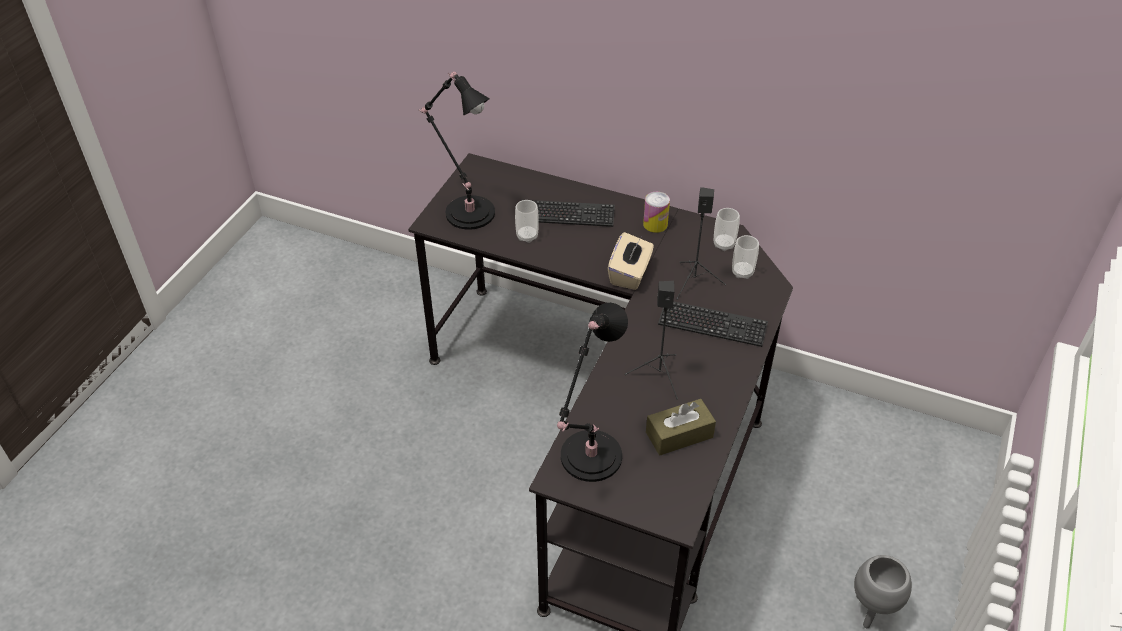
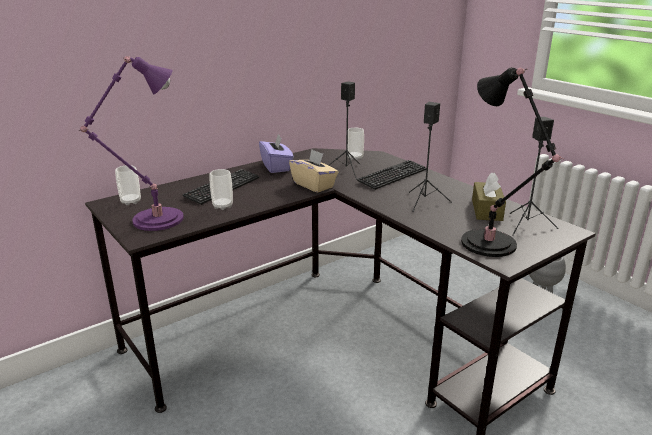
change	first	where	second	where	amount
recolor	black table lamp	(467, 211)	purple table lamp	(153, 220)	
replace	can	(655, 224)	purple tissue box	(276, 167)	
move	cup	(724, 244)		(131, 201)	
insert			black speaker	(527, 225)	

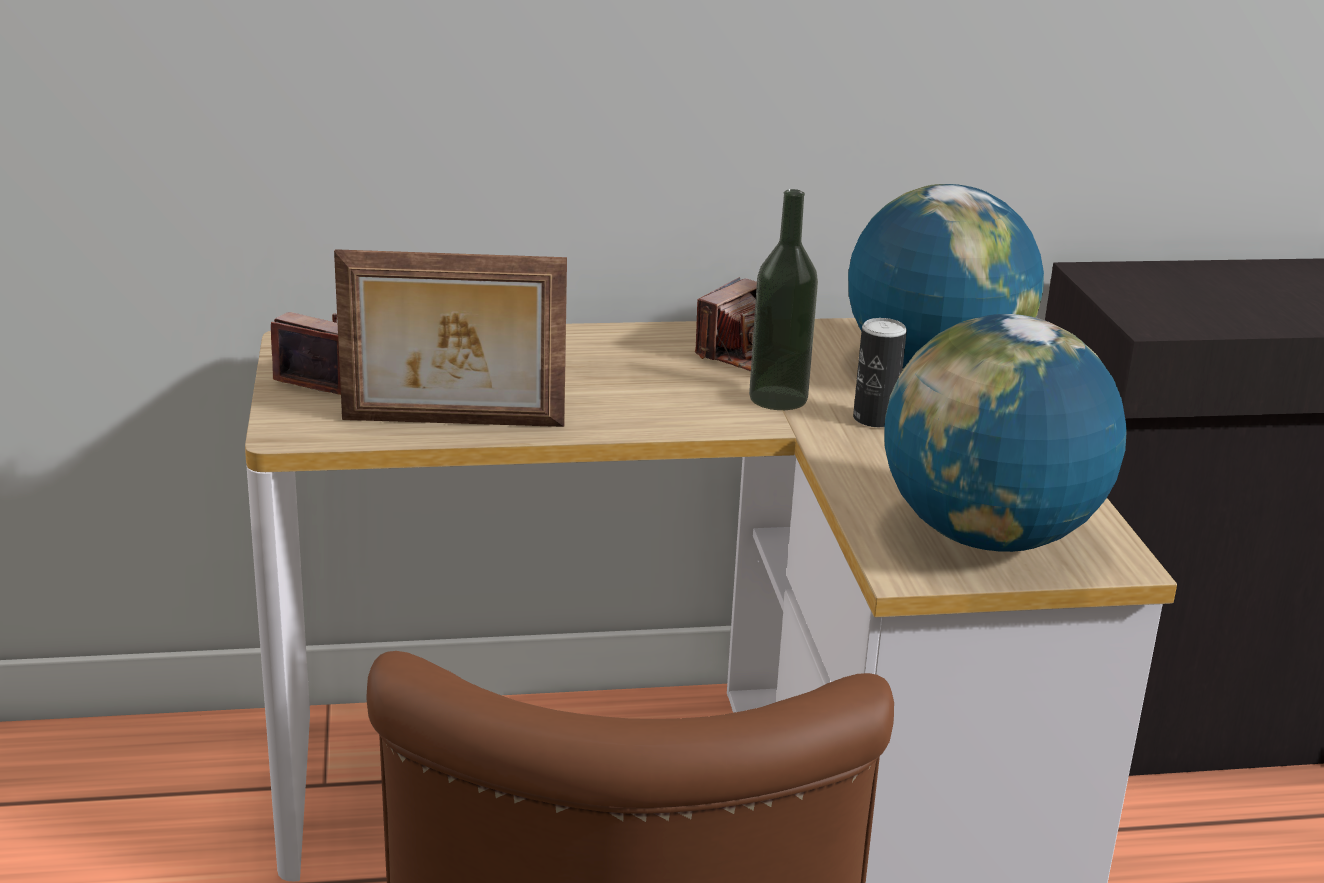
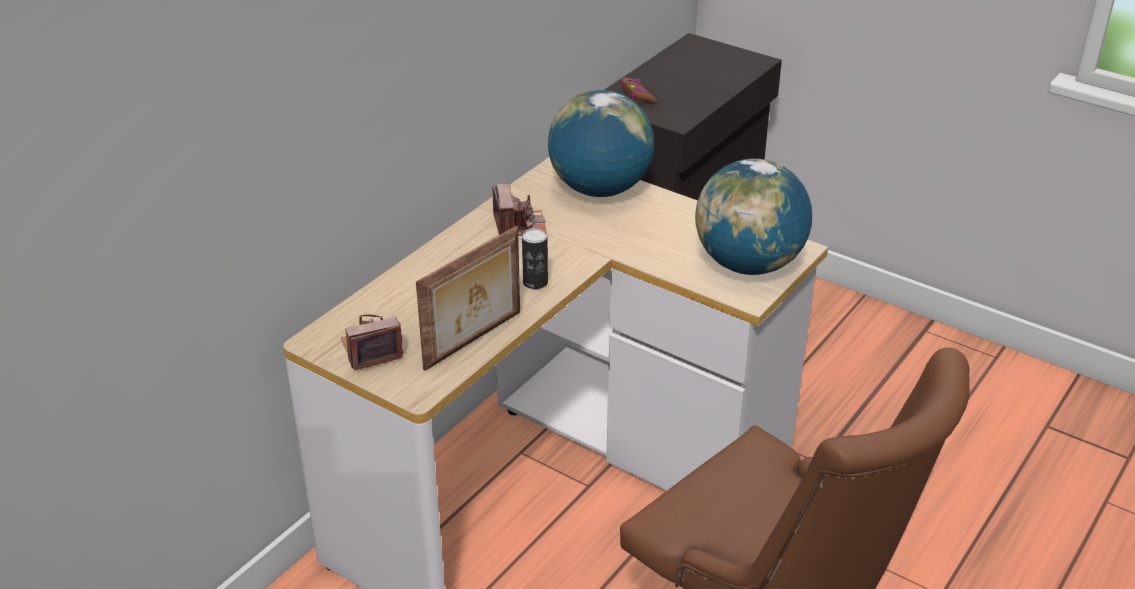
change	first	where	second	where	amount
delete	bottle	(778, 398)			
move	can	(874, 419)		(535, 282)	
insert			brown game controller	(637, 96)	

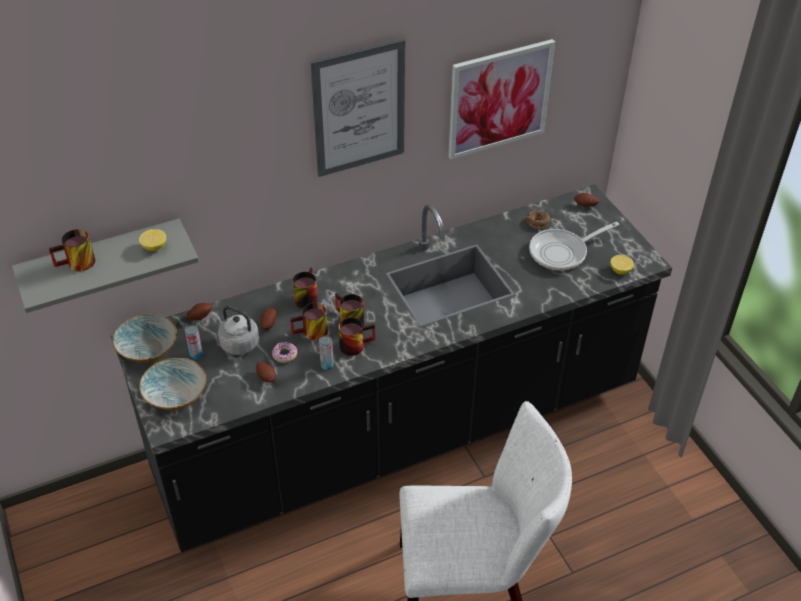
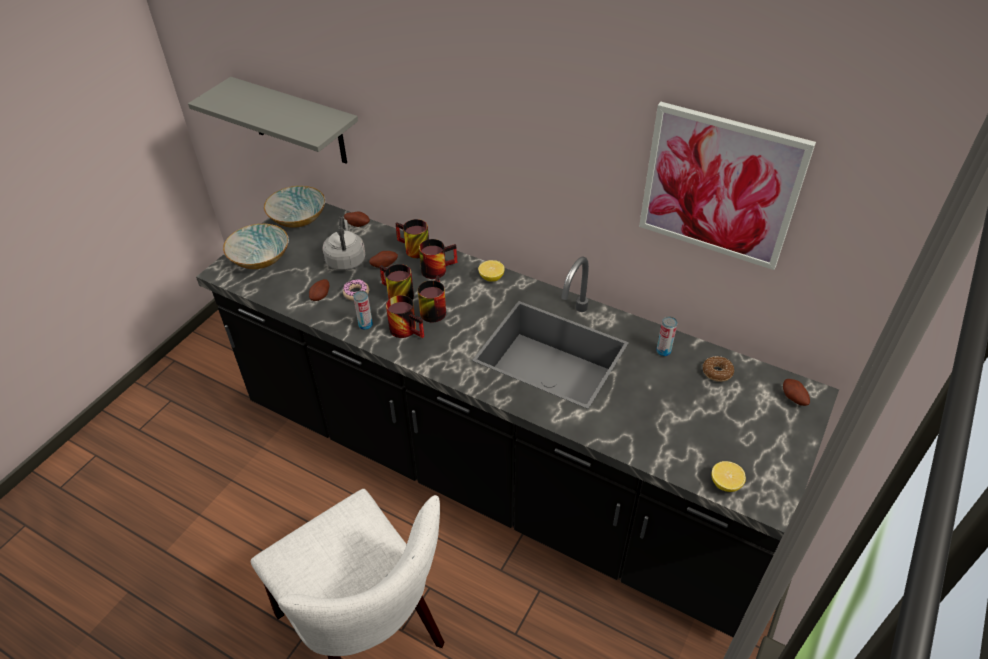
change	first	where	second	where	amount
move	mug	(77, 265)		(412, 250)	
move	lemon	(154, 247)		(491, 278)	
move	can	(196, 355)		(663, 351)	
delete	picture	(359, 109)			
delete	frying pan	(562, 252)			

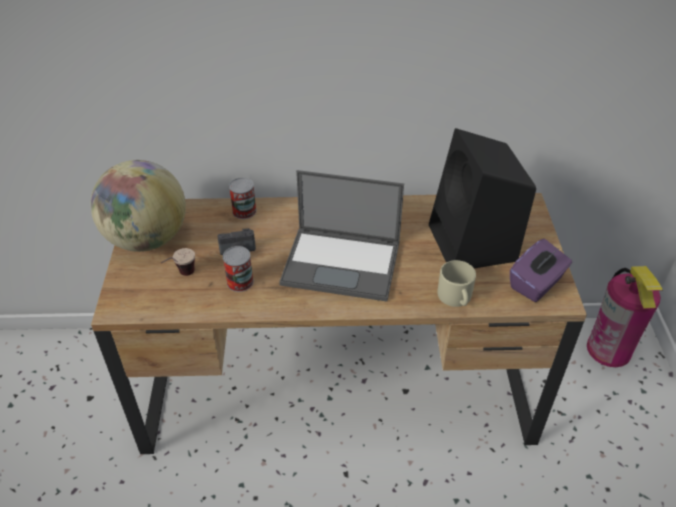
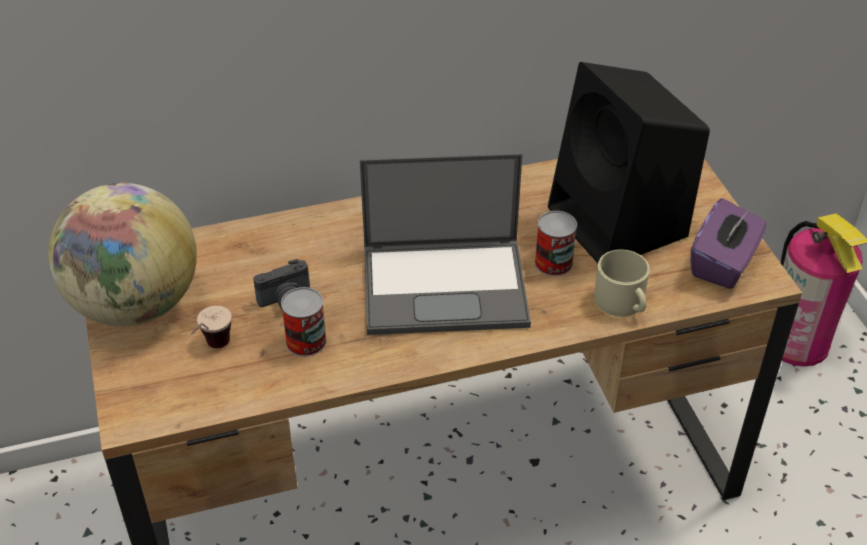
change	first	where	second	where	amount
move	can	(244, 211)		(553, 263)	

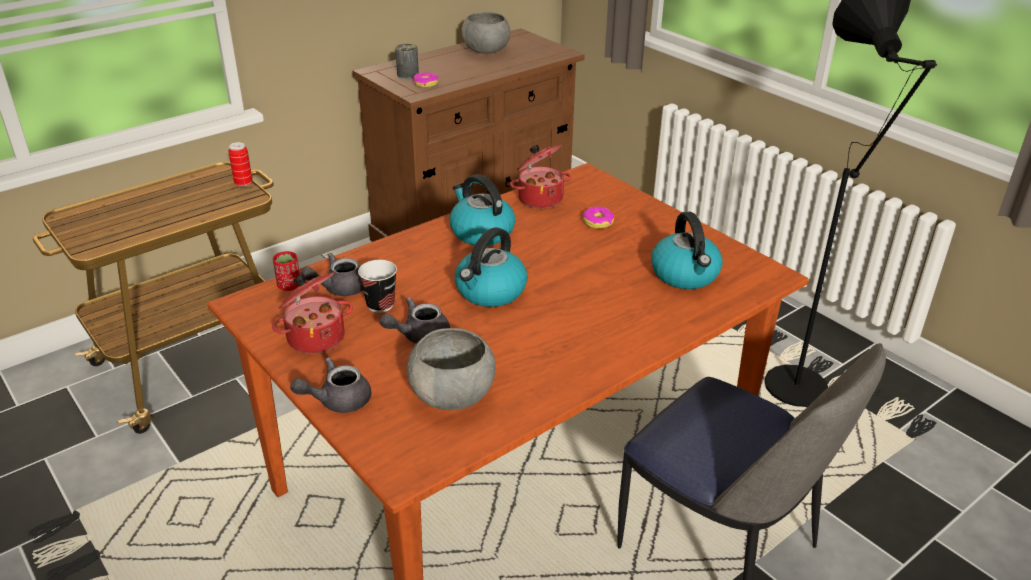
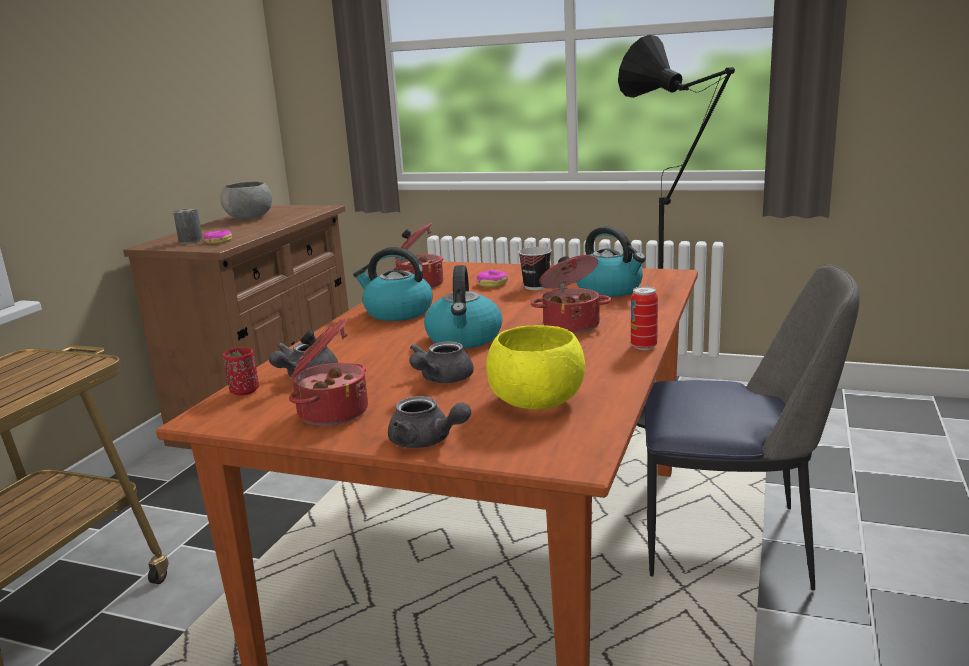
change	first	where	second	where	amount
move	can	(243, 183)		(644, 346)	
rotate	grey teapot	(337, 400)		(426, 441)	90 degrees counterclockwise
move	cup	(380, 305)		(536, 287)	
recolor	grey bowl	(451, 395)	yellow bowl	(535, 402)	
insert			cooking pot	(571, 325)	

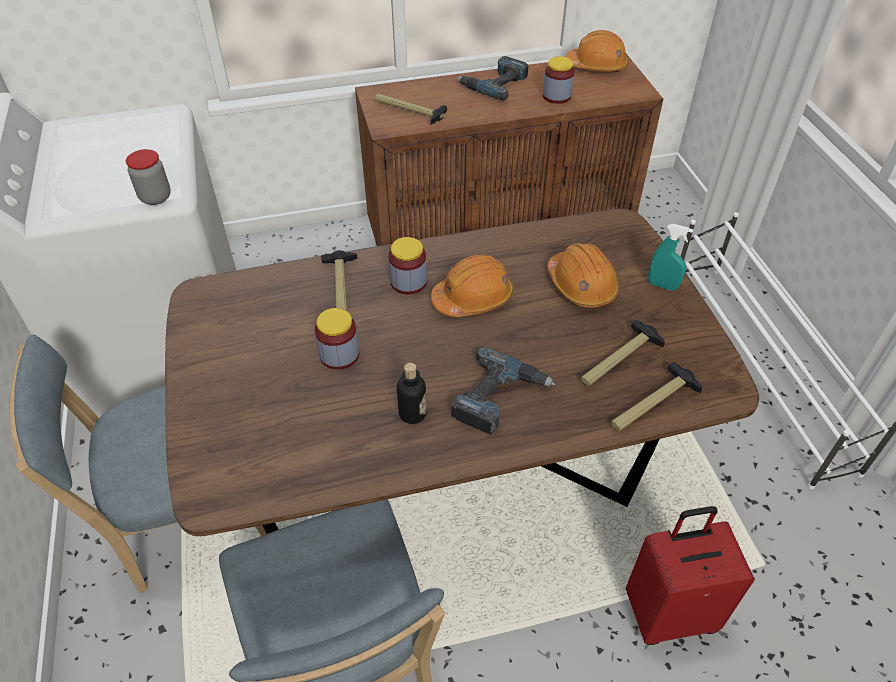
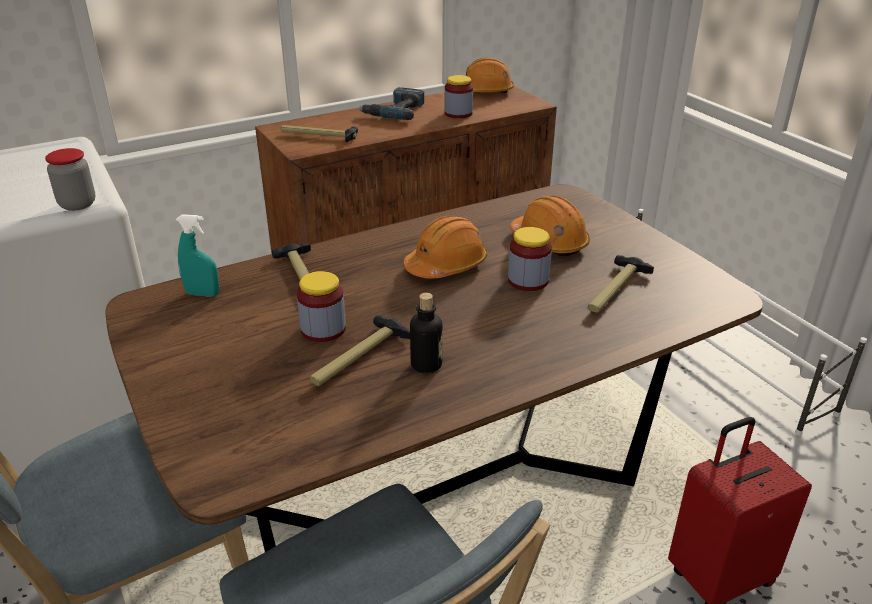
change	first	where	second	where	amount
move	jar	(408, 282)		(528, 280)	
delete	power drill	(499, 398)			
move	hammer	(652, 404)		(358, 358)	
move	turquoise spray bottle	(662, 285)		(202, 294)	

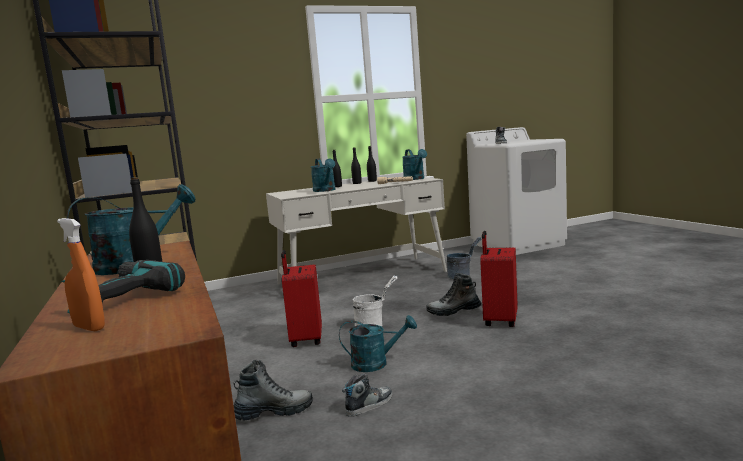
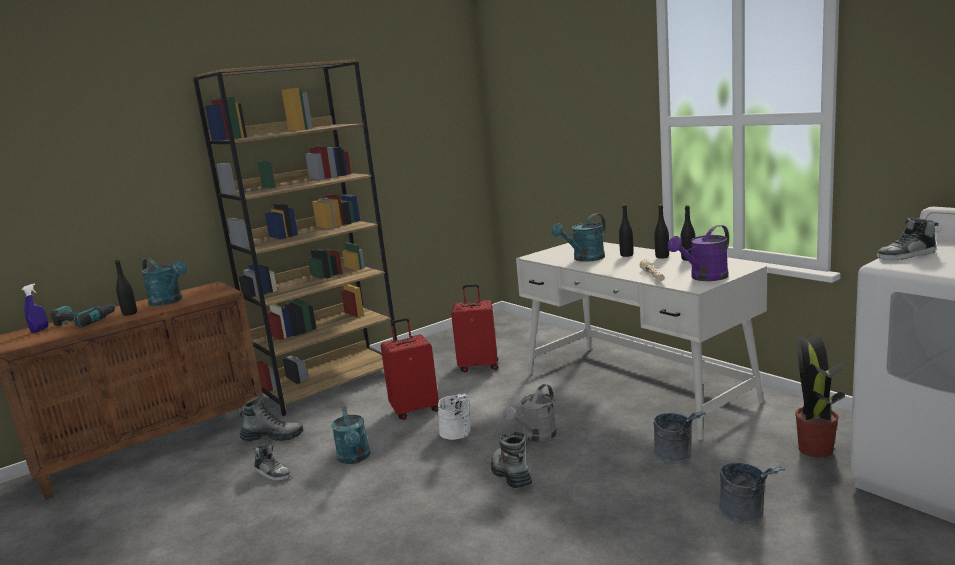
change	first	where	second	where	amount
recolor	orange spray bottle	(89, 328)	blue spray bottle	(40, 330)	
rotate	boot	(273, 412)		(273, 437)	60 degrees counterclockwise
recolor	turquoise watering can	(415, 179)	purple watering can	(704, 278)	
move	red suitcase	(499, 321)		(479, 366)	
insert			grey watering can	(535, 436)	
insert			grey bucket	(747, 515)	
insert			potted plant	(815, 448)	

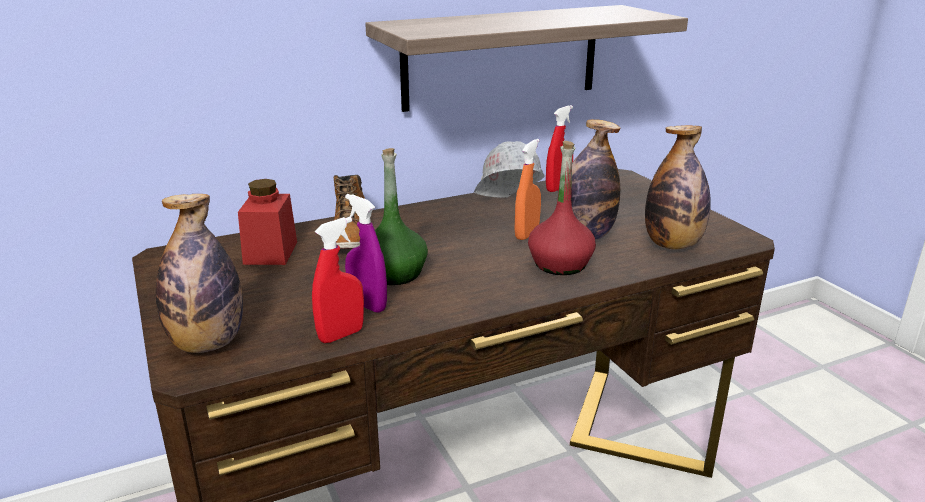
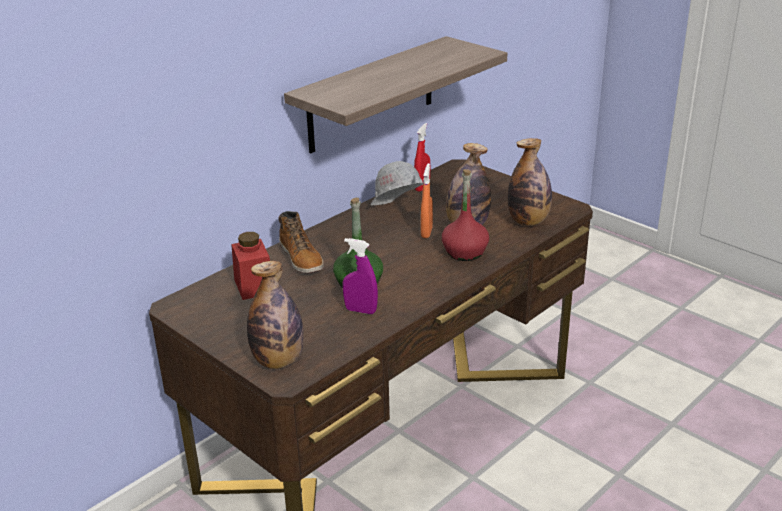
change	first	where	second	where	amount
delete	red spray bottle	(341, 335)			

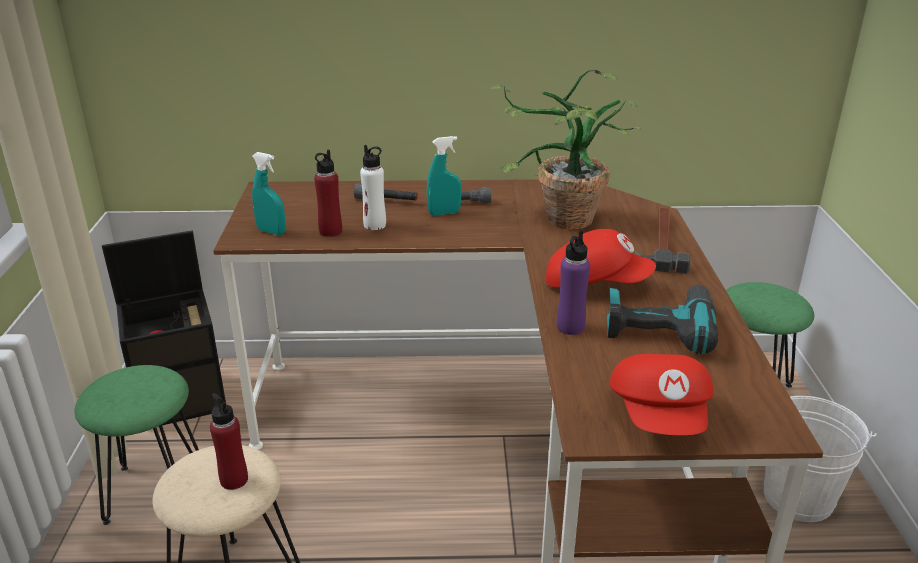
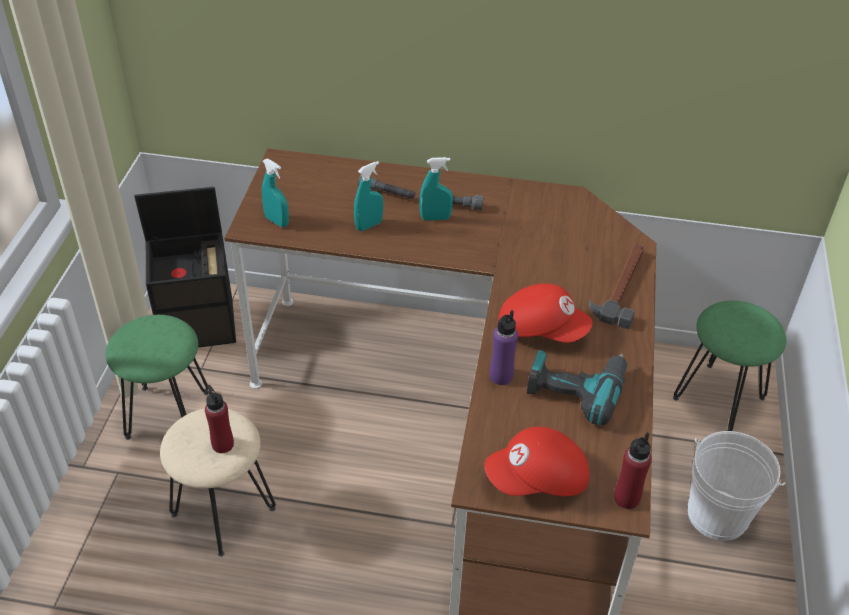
change	first	where	second	where	amount
move	red bottle	(330, 232)		(626, 498)	
replace	white bottle	(375, 225)	turquoise spray bottle	(369, 225)	
delete	potted plant	(558, 222)			
rotate	red cap	(660, 416)		(538, 480)	60 degrees clockwise

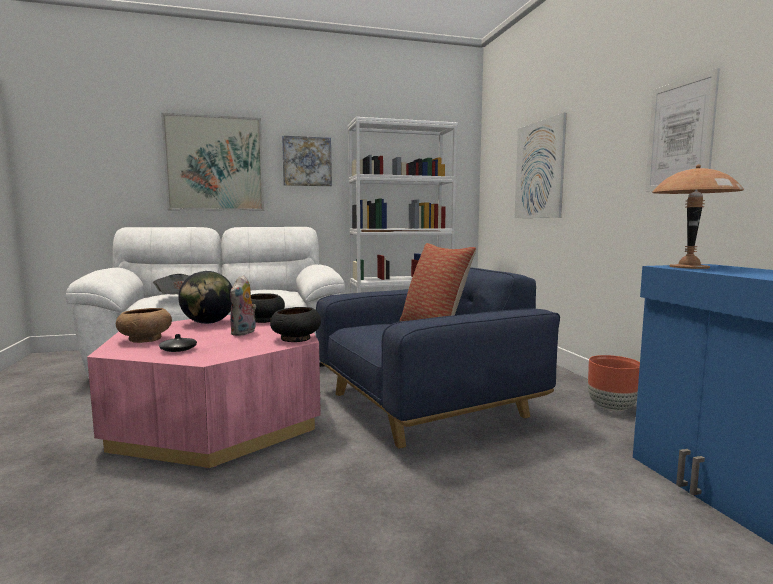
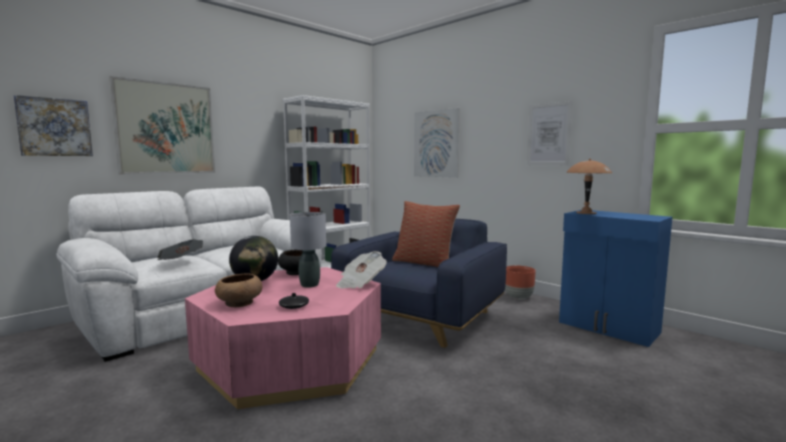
change	first	where	second	where	amount
replace	plush toy	(244, 333)	grey table lamp	(309, 285)	
replace	black bowl	(295, 339)	newspaper	(360, 283)	
move	picture	(307, 161)		(54, 127)	

